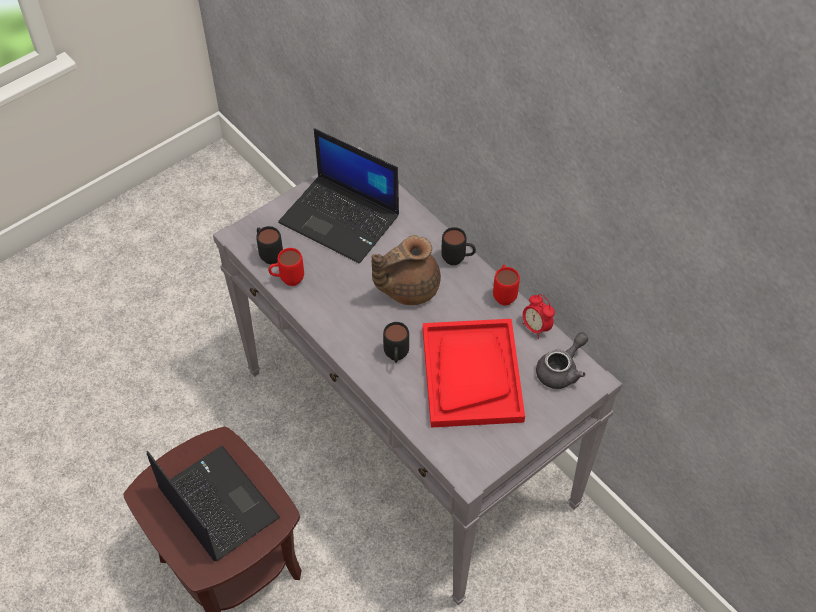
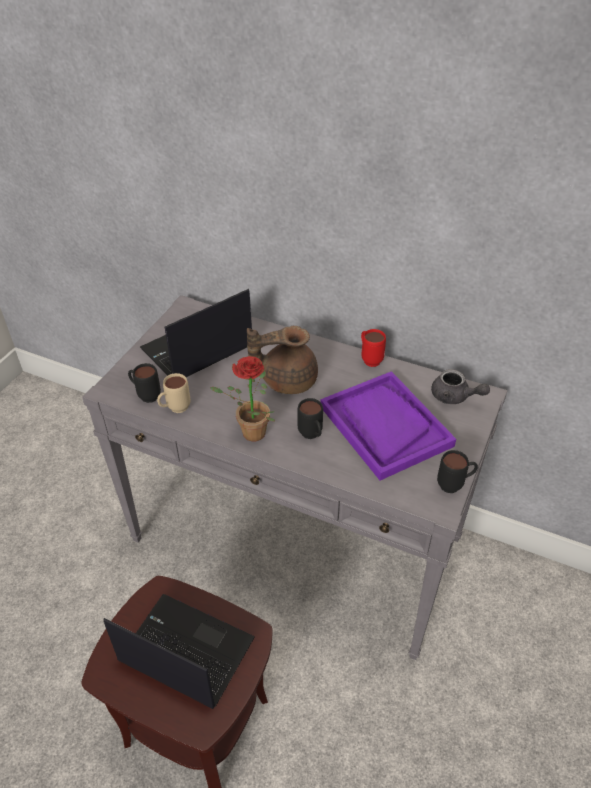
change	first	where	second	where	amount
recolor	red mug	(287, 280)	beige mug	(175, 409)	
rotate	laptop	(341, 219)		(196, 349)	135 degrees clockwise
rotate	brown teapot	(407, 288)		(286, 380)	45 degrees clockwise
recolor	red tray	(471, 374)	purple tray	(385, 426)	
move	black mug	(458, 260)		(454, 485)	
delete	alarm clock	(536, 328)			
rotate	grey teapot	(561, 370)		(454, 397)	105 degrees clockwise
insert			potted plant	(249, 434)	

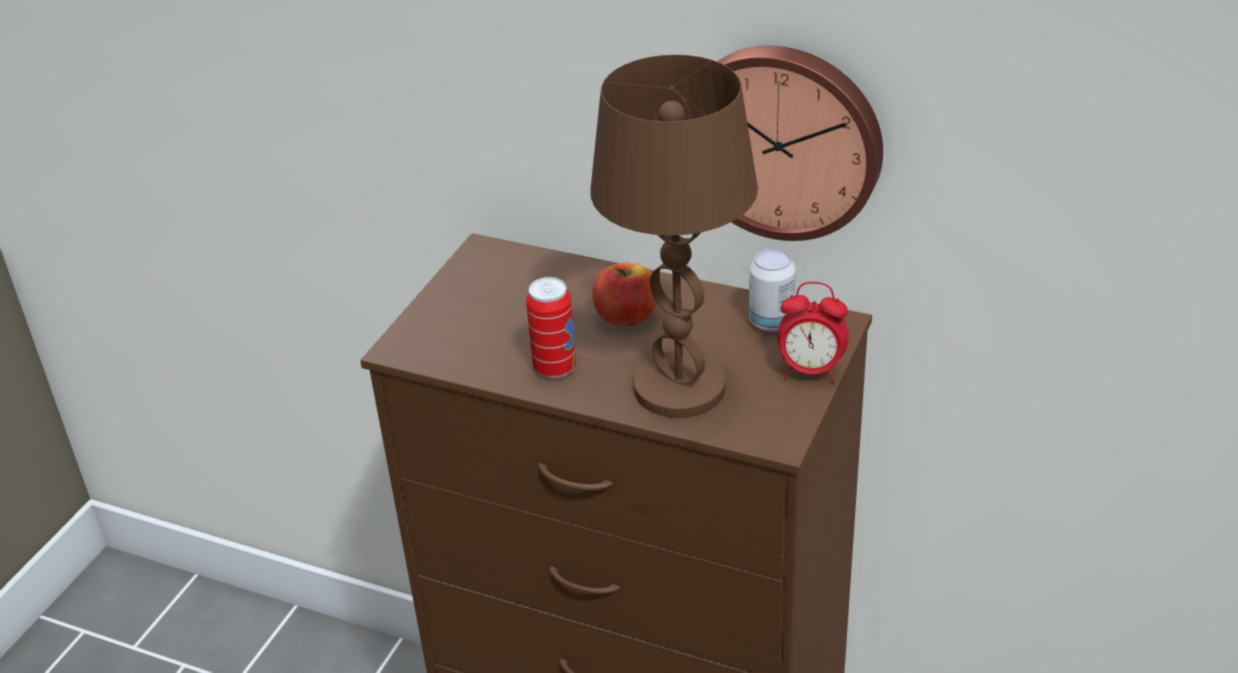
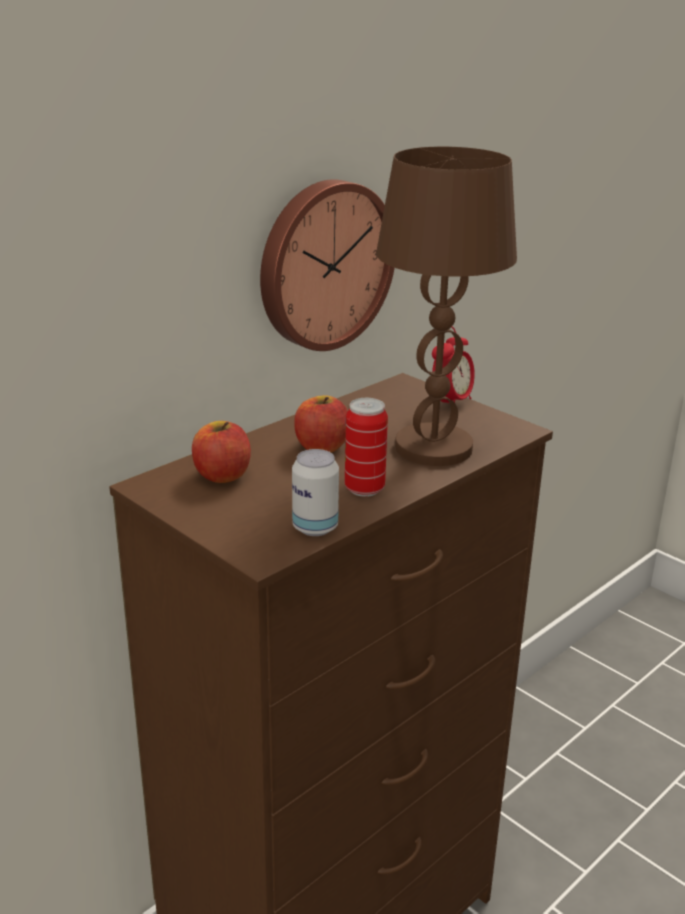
change	first	where	second	where	amount
move	can	(771, 322)		(315, 527)	
insert			apple	(222, 475)	

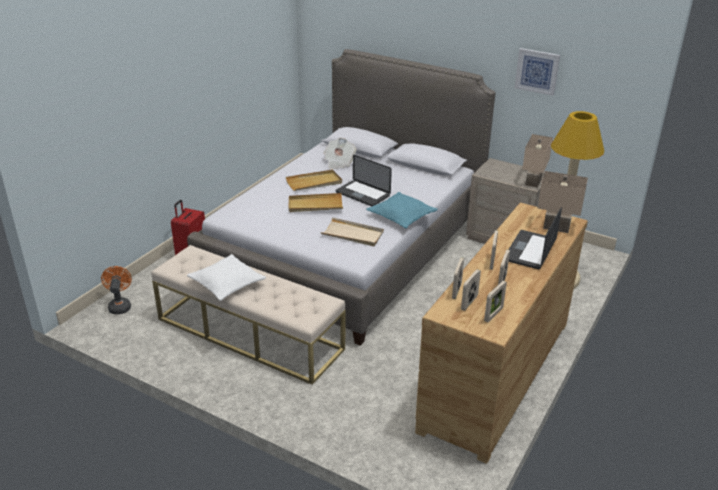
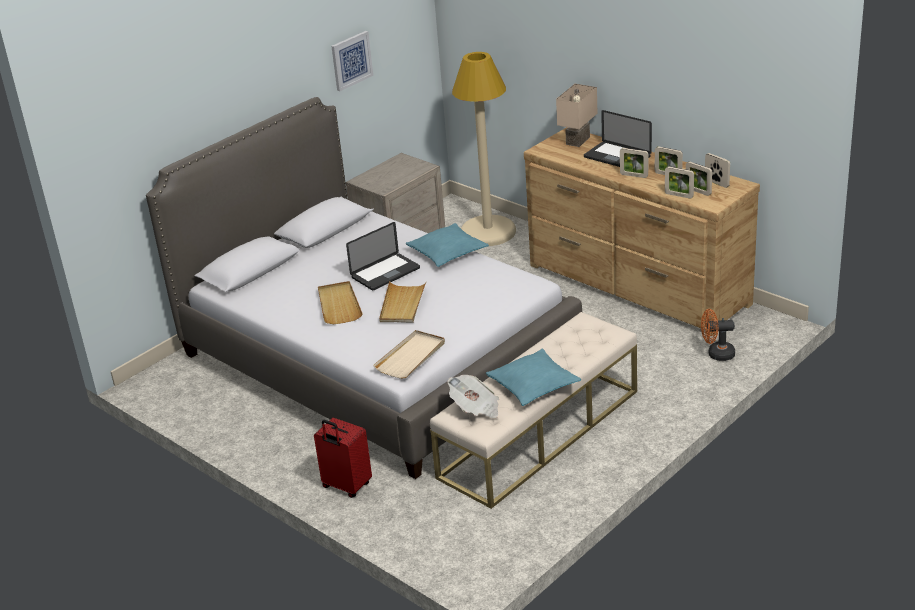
change	first	where	second	where	amount
move	orange fan	(120, 305)		(716, 354)	
recolor	white pillow	(227, 284)	turquoise pillow	(533, 385)	
move	beige tray	(352, 234)		(411, 357)	
move	newspaper	(339, 162)		(475, 408)	
delete	beige table lamp	(534, 182)			

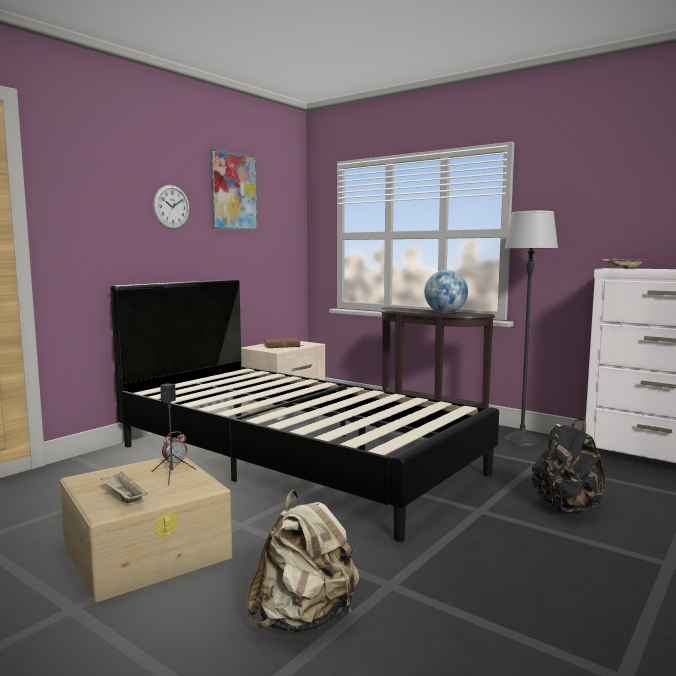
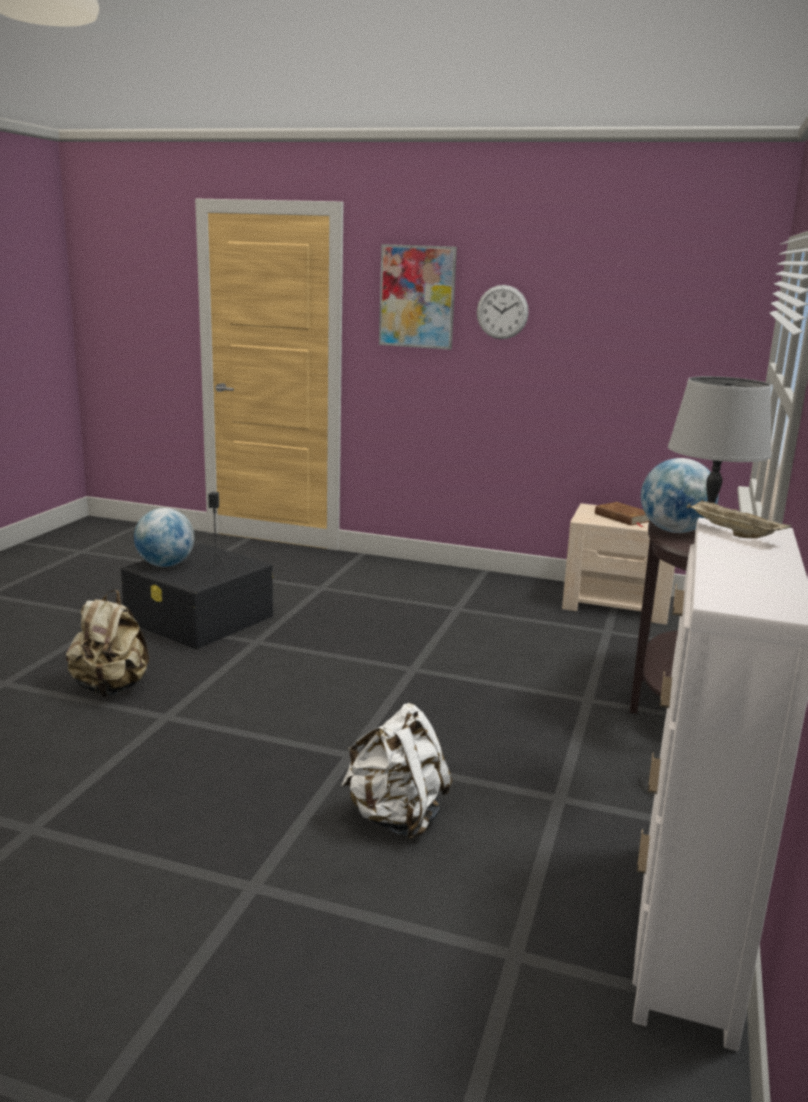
change	first	where	second	where	amount
recolor	beige storage box	(148, 549)	black storage box	(200, 619)	
replace	beige tray	(123, 498)	globe	(165, 565)	
delete	black bed	(294, 459)			
delete	alarm clock	(175, 463)			
move	picture	(233, 191)		(417, 297)	
recolor	black backpack	(566, 507)	white backpack	(396, 817)	

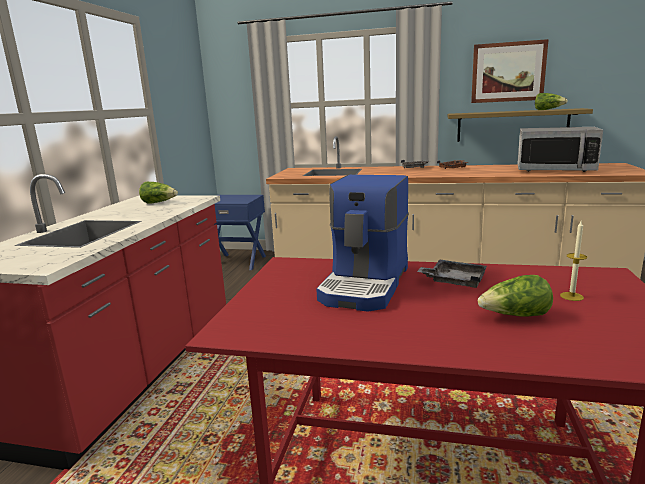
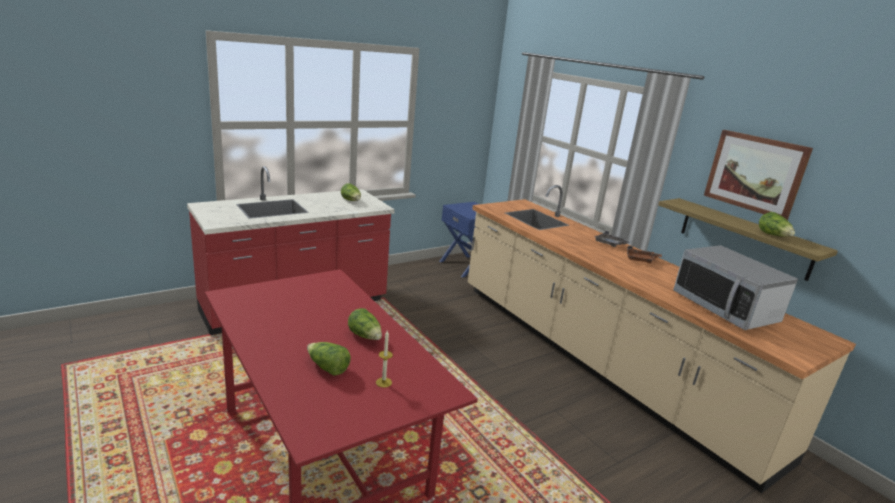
change	first	where	second	where	amount
delete	coffee machine	(366, 284)			
replace	grey tray	(454, 281)	lettuce	(365, 336)	

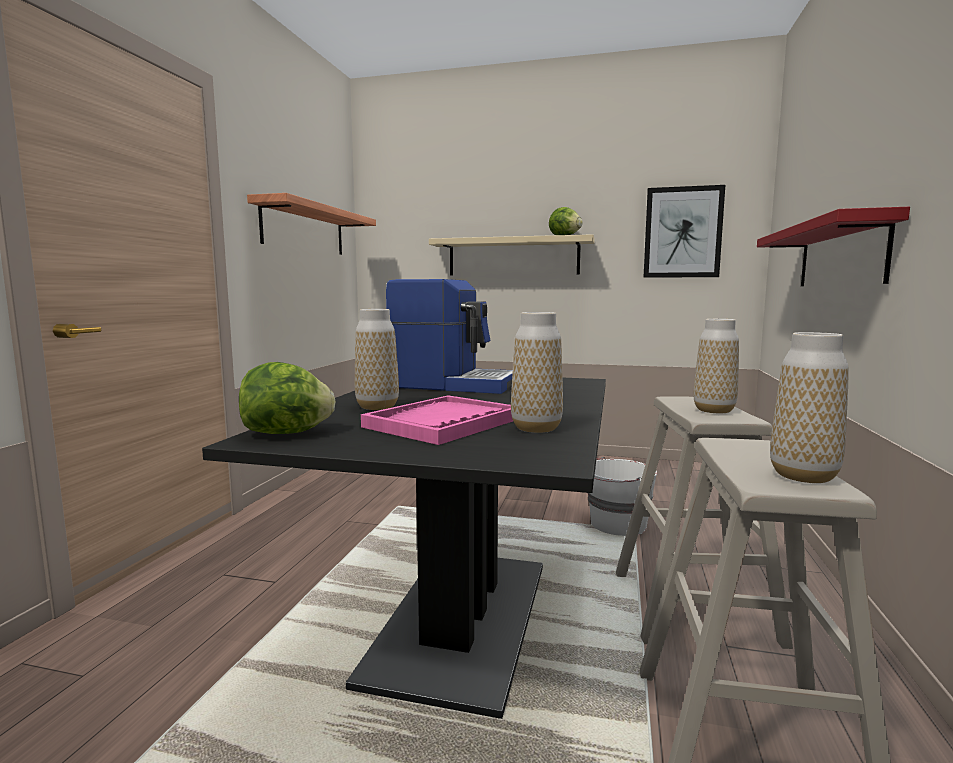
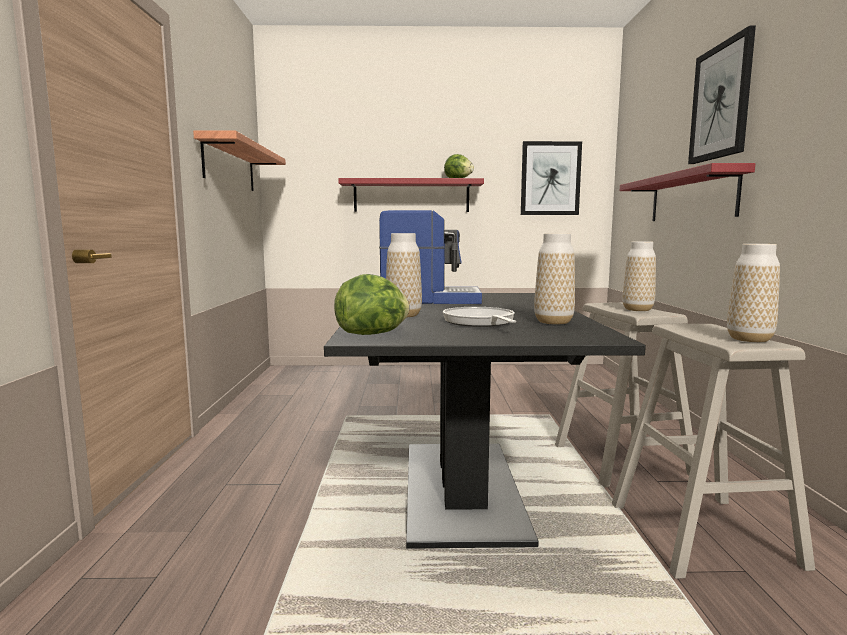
change	first	where	second	where	amount
replace	pink tray	(443, 423)	frying pan	(480, 322)	
recolor	beige shelf	(513, 257)	red shelf	(411, 196)	
delete	white bucket	(617, 525)			
insert			picture	(721, 101)	

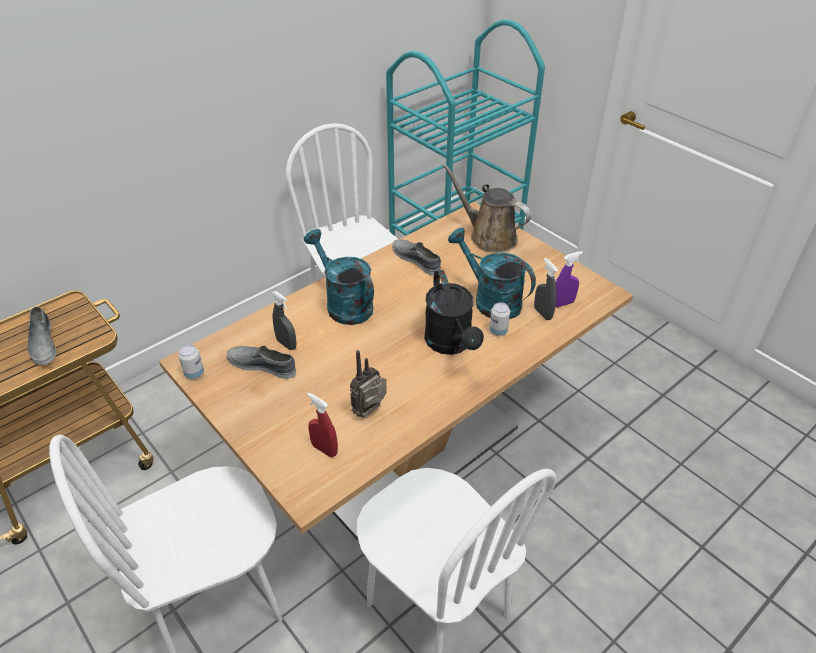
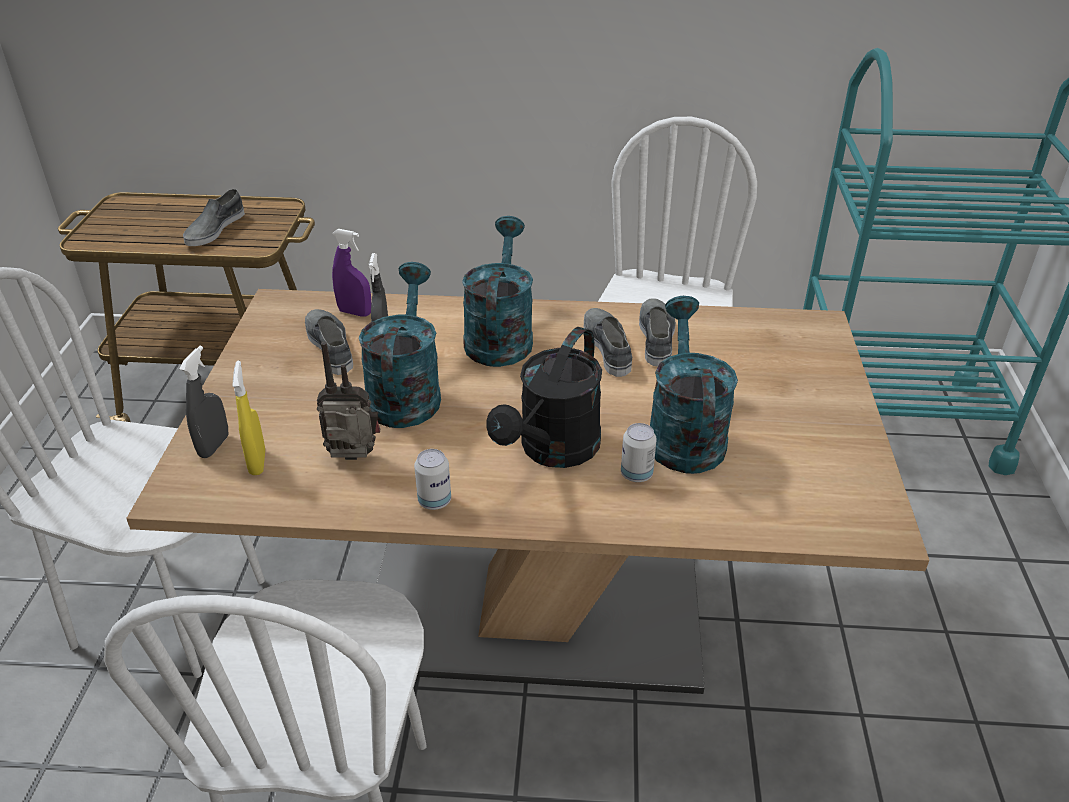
change	first	where	second	where	amount
move	can	(194, 374)		(434, 501)	
recolor	red spray bottle	(324, 449)	yellow spray bottle	(257, 462)	
delete	brown watering can	(489, 236)			
move	grey spray bottle	(542, 313)		(214, 446)	
move	purple spray bottle	(563, 303)		(355, 312)	
insert			turquoise watering can	(405, 392)	
insert			grey shoe	(608, 346)	

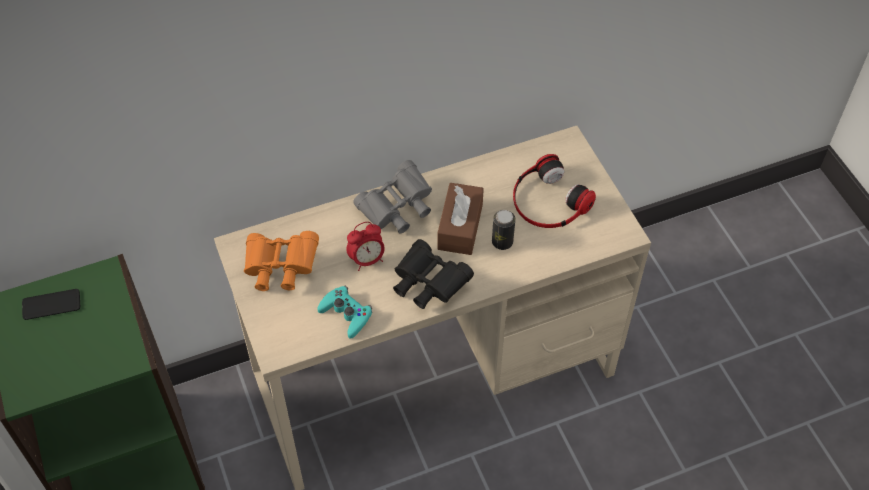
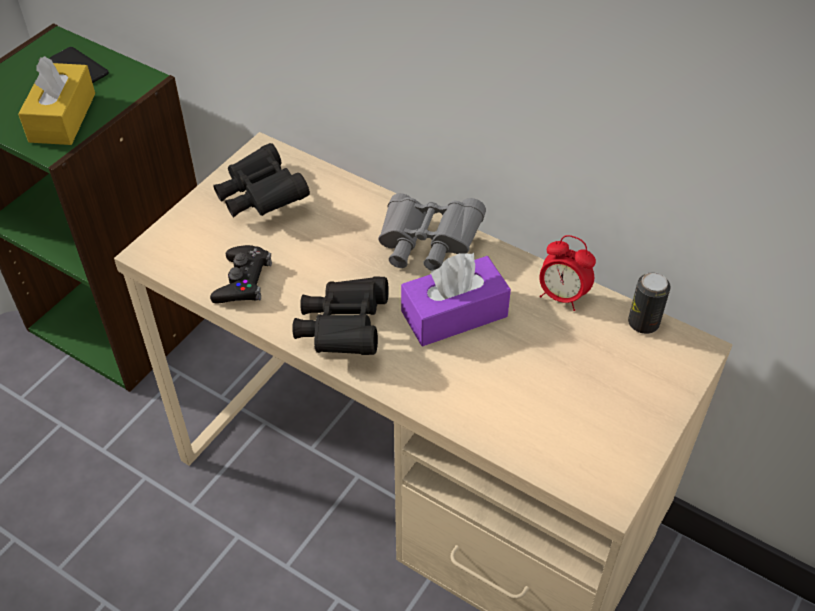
change	first	where	second	where	amount
recolor	orange binoculars	(280, 268)	black binoculars	(261, 198)	
recolor	turquoise game controller	(346, 314)	black game controller	(243, 281)	
move	alarm clock	(367, 260)		(562, 296)	
recolor	brown tissue box	(460, 227)	purple tissue box	(454, 314)	
move	can	(502, 242)		(643, 323)	
delete	headphones	(548, 201)			
insert			yellow tissue box	(62, 117)	

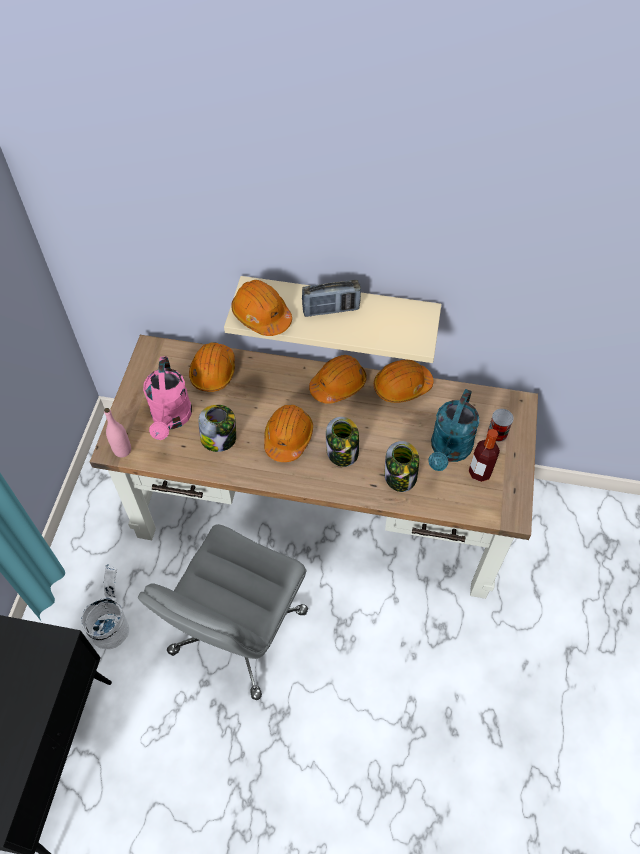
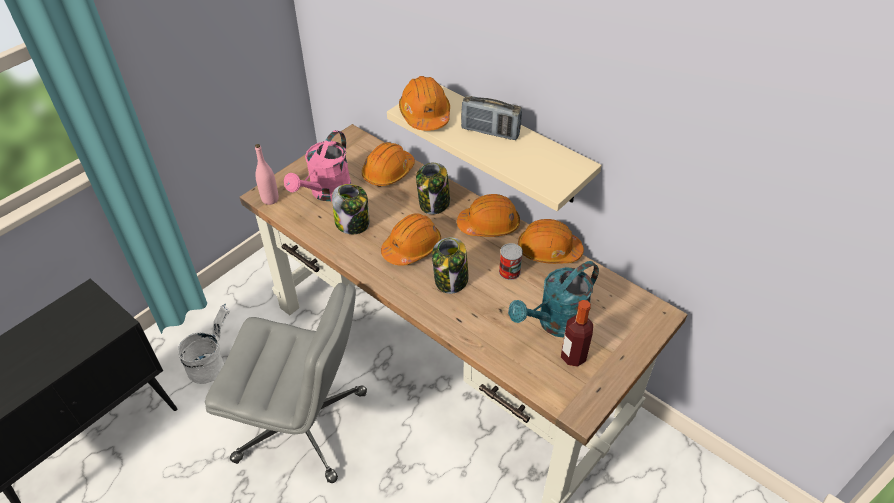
change	first	where	second	where	amount
rotate	grey office chair	(238, 633)		(303, 425)	135 degrees counterclockwise
move	jar	(400, 477)		(434, 203)	
move	can	(497, 433)		(509, 271)	

